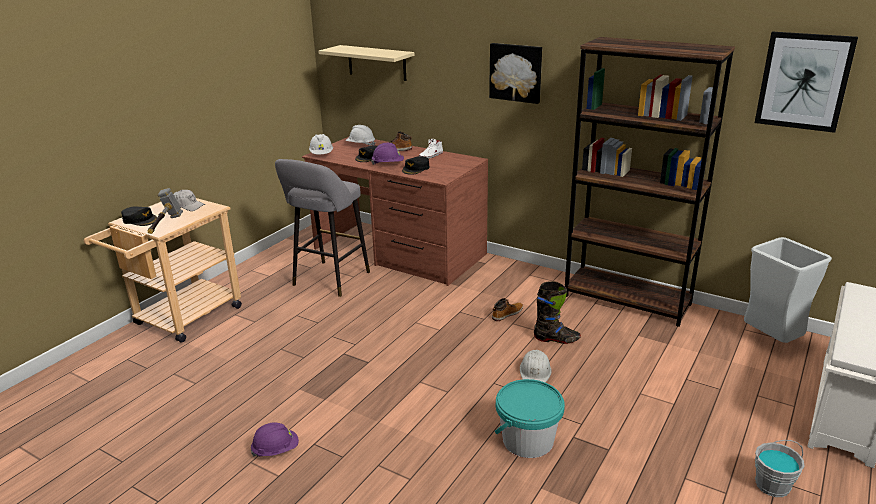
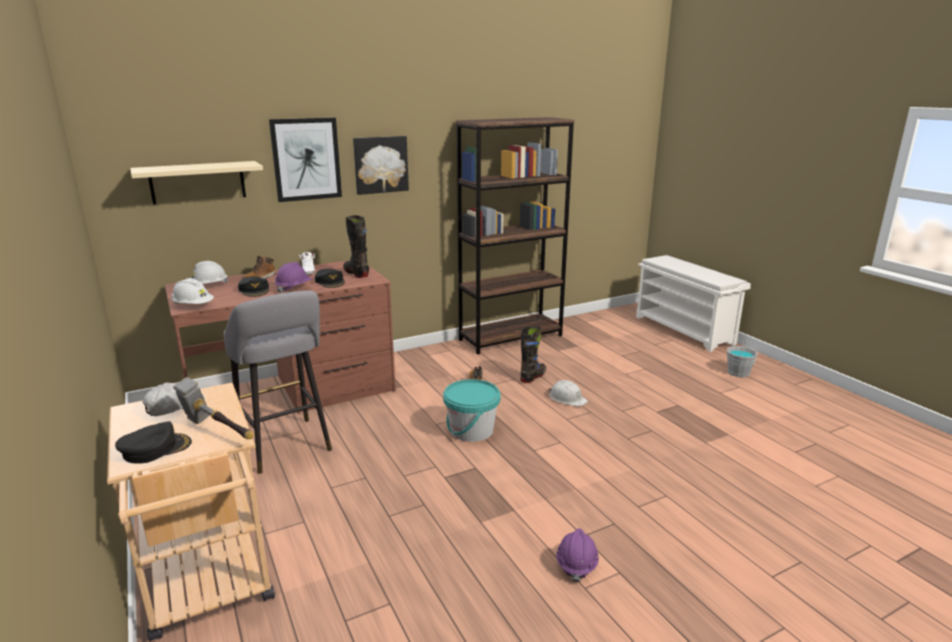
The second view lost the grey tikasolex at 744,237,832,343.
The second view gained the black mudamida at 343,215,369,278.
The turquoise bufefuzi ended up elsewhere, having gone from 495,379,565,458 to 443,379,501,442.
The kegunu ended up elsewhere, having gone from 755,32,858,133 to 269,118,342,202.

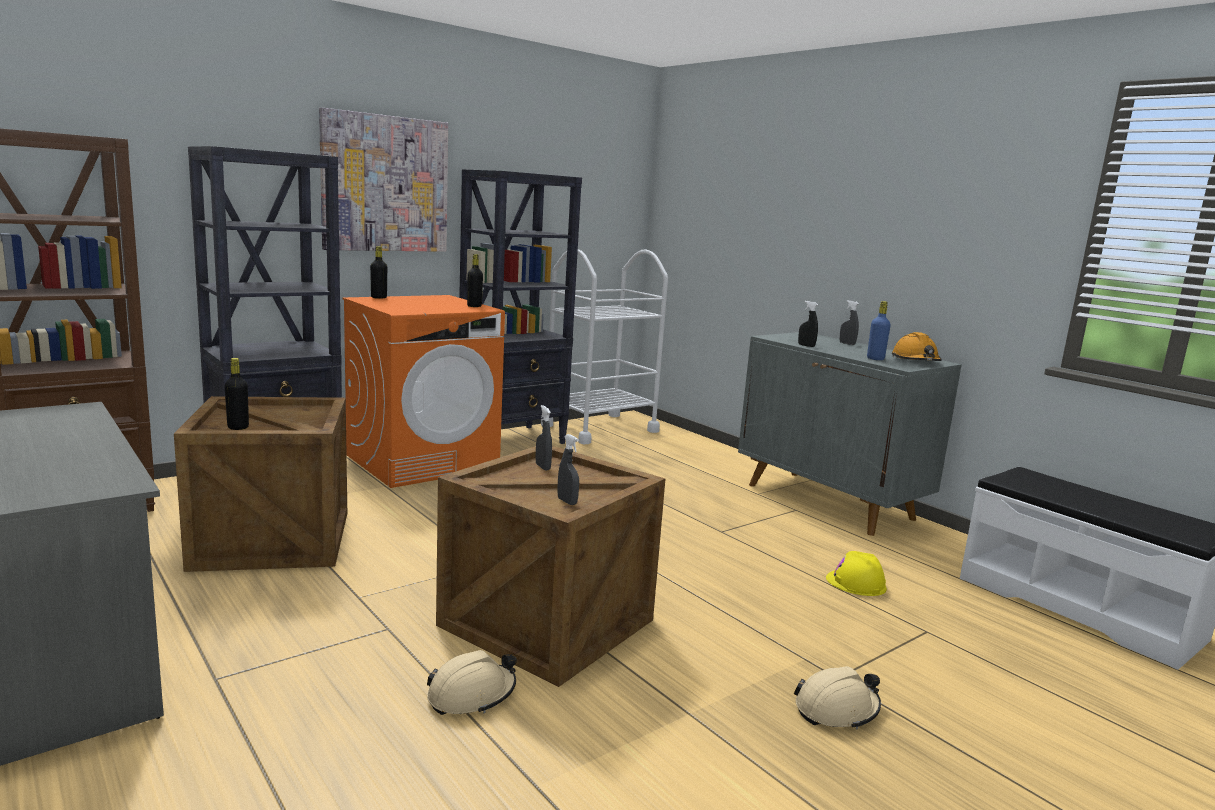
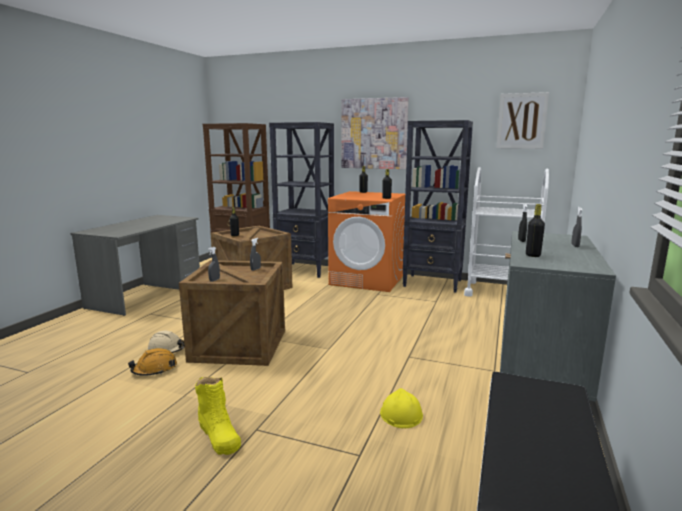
The second view gained the kegunu at 496,92,549,149.
The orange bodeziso ended up elsewhere, having gone from 892,332,942,361 to 128,348,177,376.
Where the beige bodeziso stood at 794,666,881,729, the yellow mudamida came to stand at 195,377,241,455.
What was the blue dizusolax at 867,301,891,360 turned into the black dizusolax at 526,204,545,257.

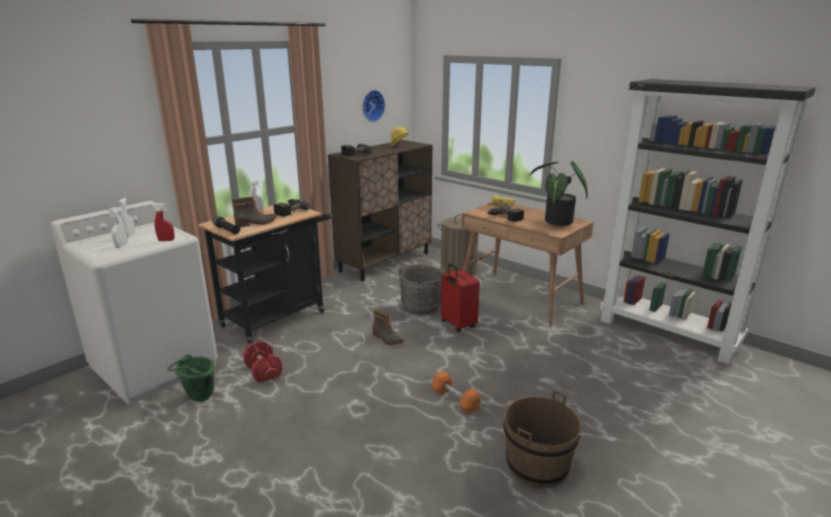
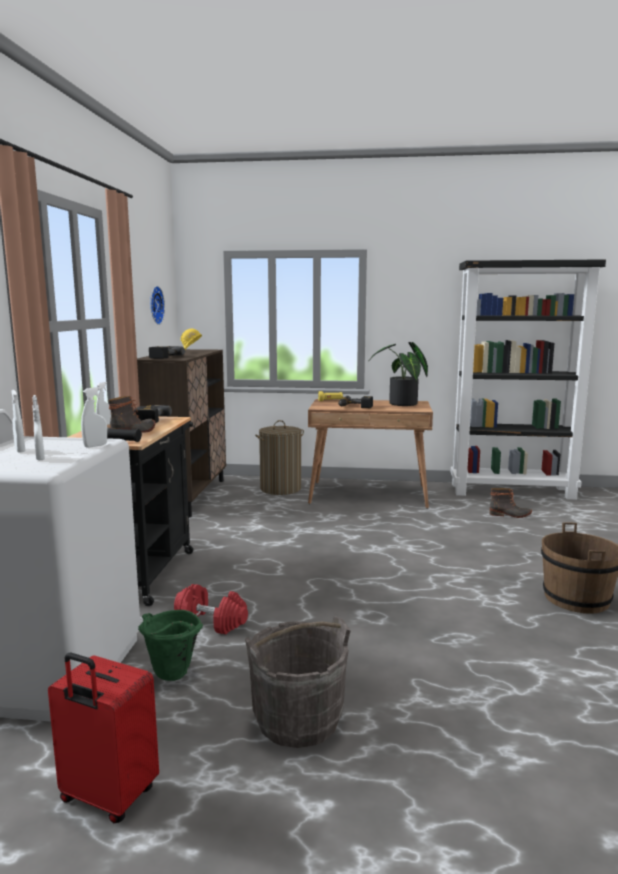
The second view lost the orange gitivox at 430,371,482,414.
The mudamida ended up elsewhere, having gone from 373,309,404,345 to 489,488,532,518.
The grey bufefuzi ended up elsewhere, having gone from 398,264,445,315 to 245,617,351,748.
The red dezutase ended up elsewhere, having gone from 441,263,480,332 to 48,653,159,823.
What was the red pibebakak at 154,203,175,241 turned into the white pibebakak at 81,387,107,448.

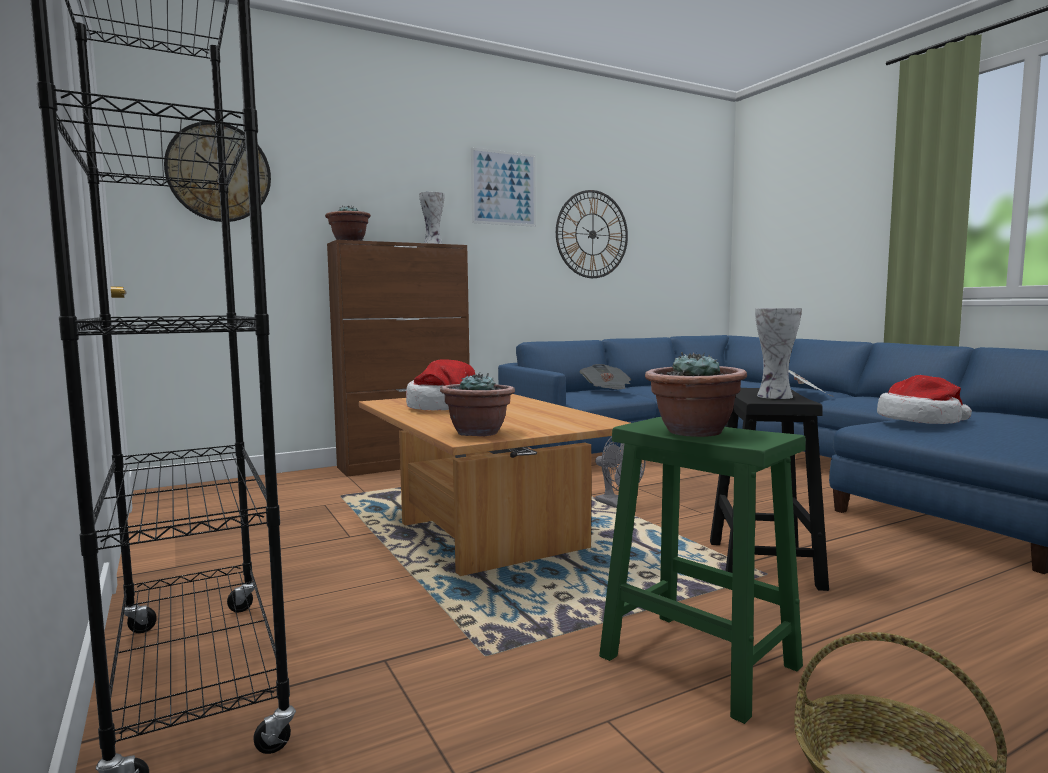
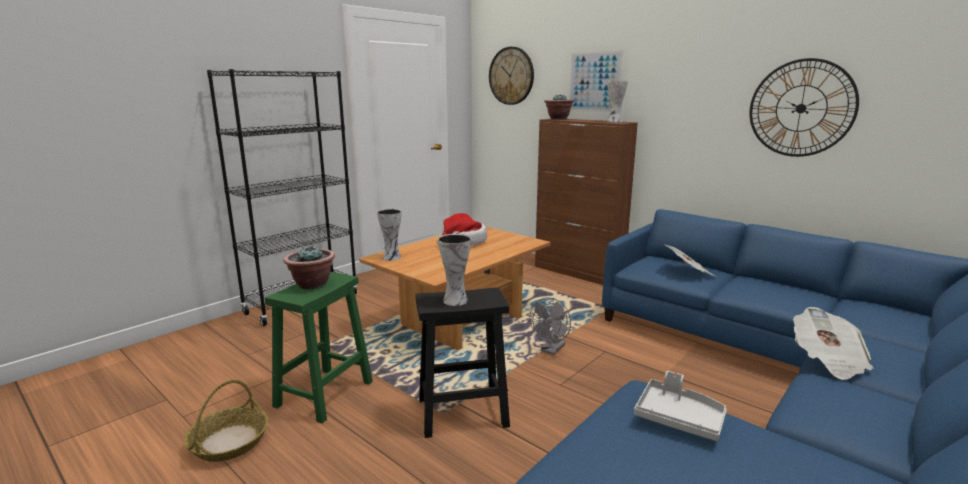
The kegunu ended up elsewhere, having gone from 471,147,536,227 to 569,51,623,112.
Where the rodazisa stood at 440,372,515,436, the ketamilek came to stand at 377,209,401,261.
Where the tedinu stood at 877,375,972,424, the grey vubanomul came to stand at 634,371,727,441.

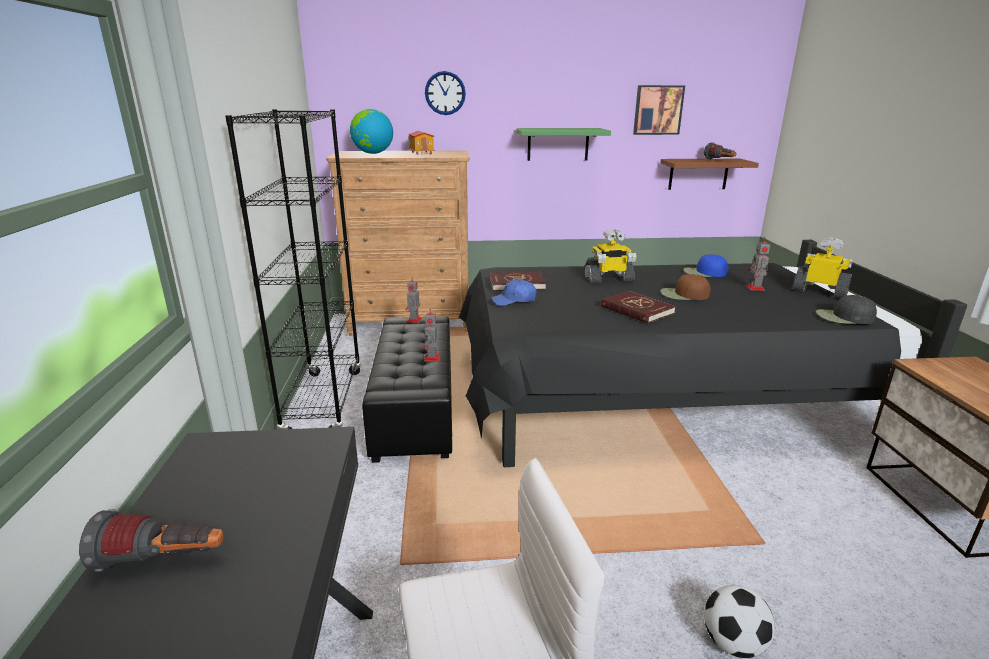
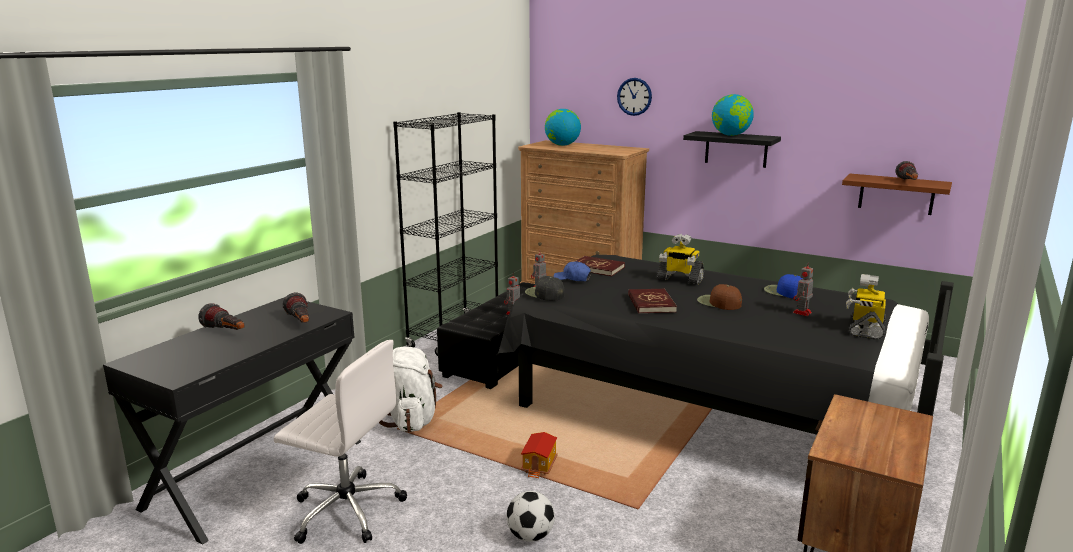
The second view lost the kegunu at 633,85,685,135.
The second view gained the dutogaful at 283,293,309,323.
The second view gained the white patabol at 379,347,443,432.
The second view gained the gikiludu at 712,94,754,136.
The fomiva ended up elsewhere, having gone from 408,131,435,155 to 521,432,558,479.
The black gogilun ended up elsewhere, having gone from 816,295,877,324 to 525,276,565,301.
What was the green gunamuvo at 516,128,611,161 turned into the black gunamuvo at 683,131,781,168.
The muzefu at 793,237,853,298 ended up facing another way, 135 degrees counterclockwise from before.

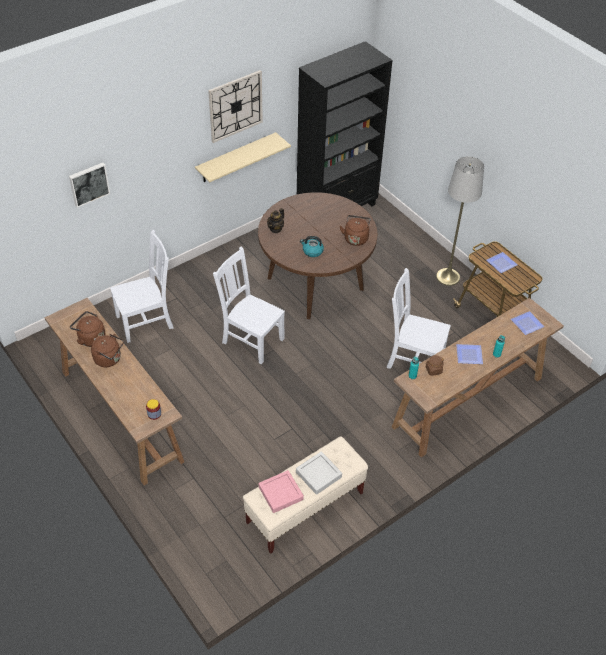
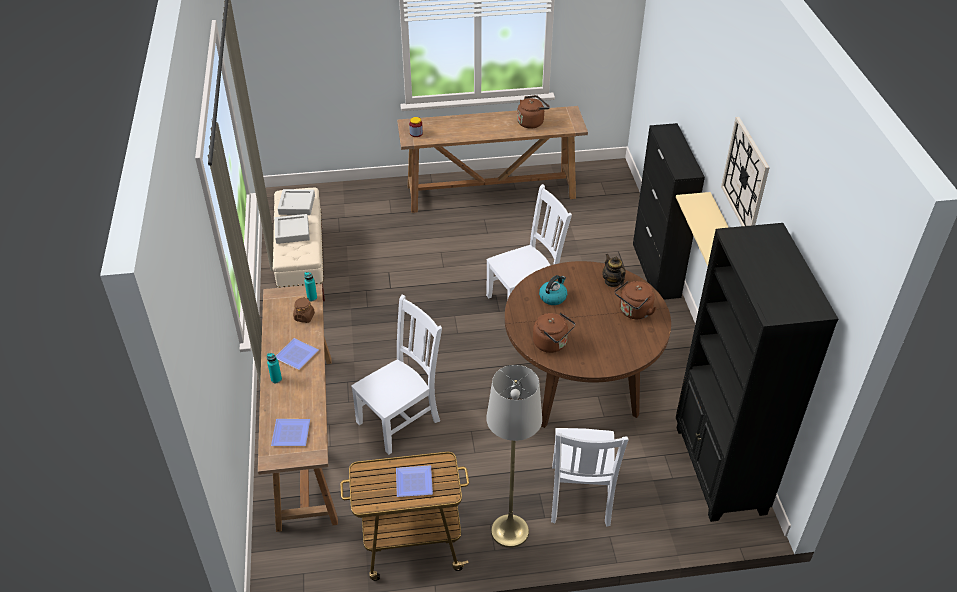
The second view lost the kegunu at 69,163,110,208.
The second view gained the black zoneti at 633,123,705,300.
The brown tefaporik ended up elsewhere, having gone from 91,334,124,367 to 615,281,656,319.
The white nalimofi ended up elsewhere, having gone from 110,230,174,343 to 551,428,629,527.
What was the pink vubanomul at 259,470,304,513 turned into the grey vubanomul at 278,189,315,215.

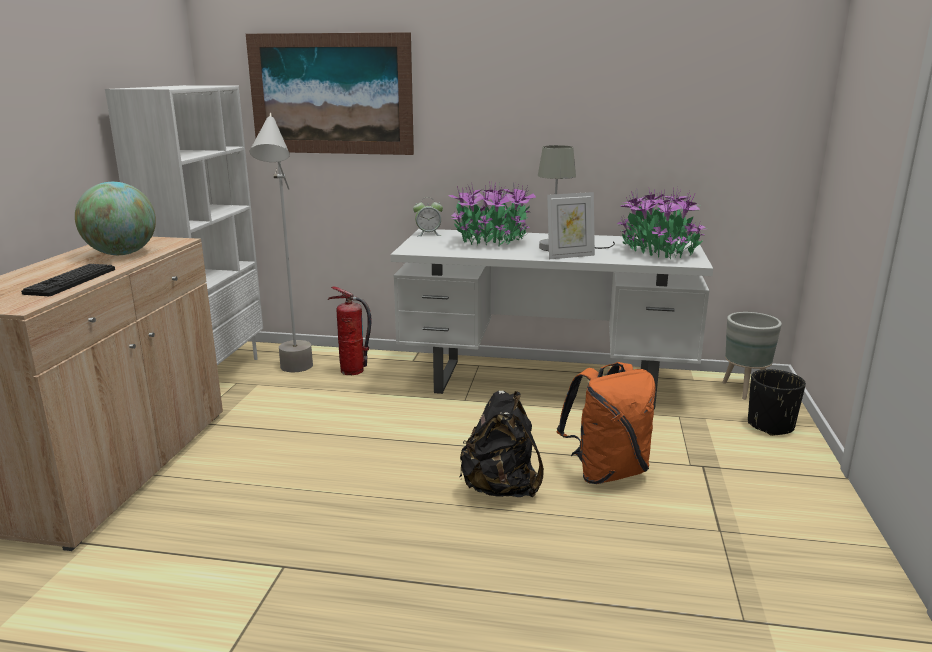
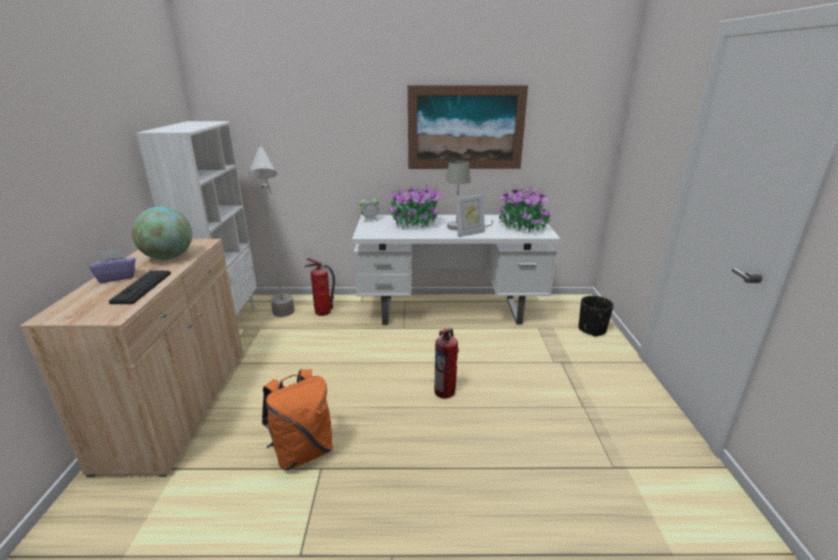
The second view lost the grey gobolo at 722,312,782,400.
The second view gained the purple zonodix at 89,249,136,283.
The kegunu ended up elsewhere, having gone from 246,32,414,155 to 408,85,528,169.
The orange patabol ended up elsewhere, having gone from 557,362,656,484 to 262,369,333,470.
Where the black patabol stood at 459,390,544,497, the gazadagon came to stand at 434,328,459,399.

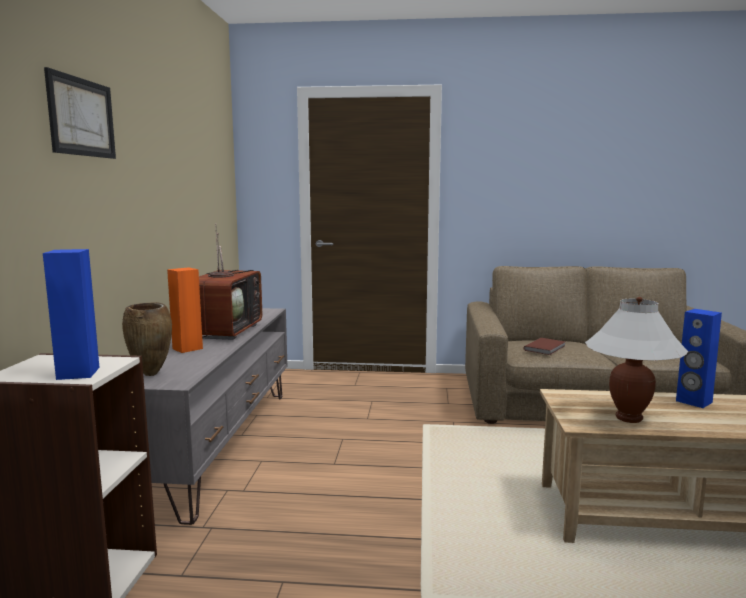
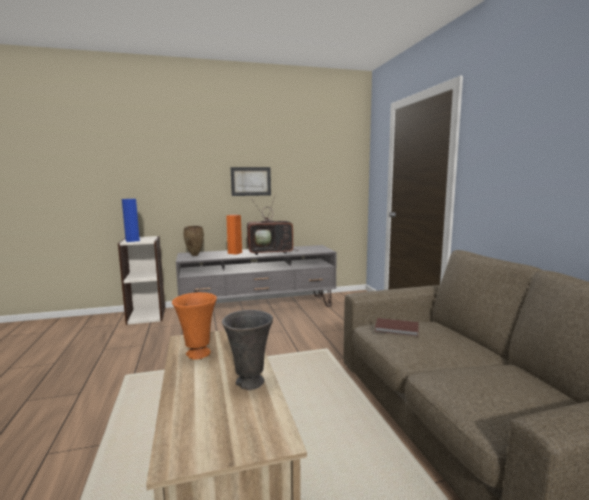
The kegunu ended up elsewhere, having gone from 44,67,116,159 to 231,167,271,196.
Where the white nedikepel stood at 585,297,688,423, the orange ketamilek came to stand at 172,292,217,360.
Where the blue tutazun stood at 676,309,722,408, the grey ketamilek came to stand at 222,310,273,390.

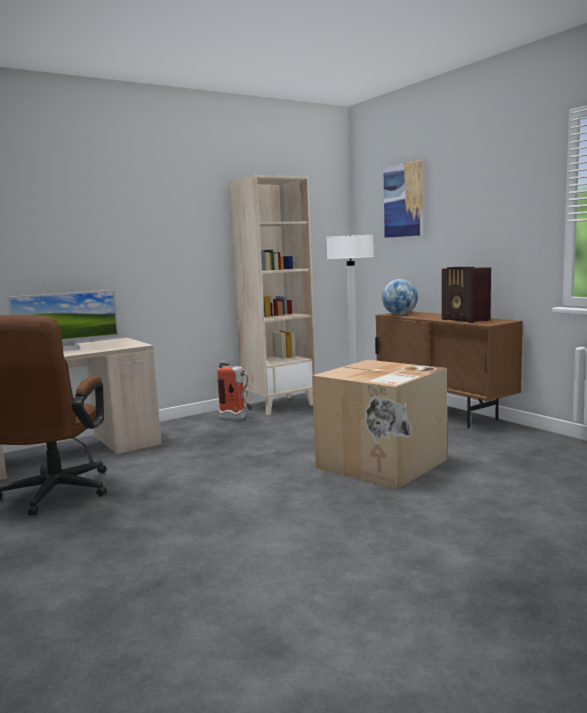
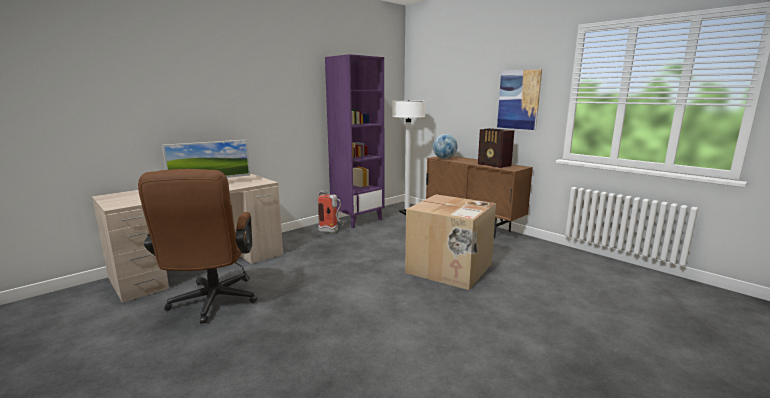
The kegunu ended up elsewhere, having gone from 383,160,423,238 to 497,69,542,130.
What was the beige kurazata at 229,175,316,415 turned into the purple kurazata at 325,54,384,228.

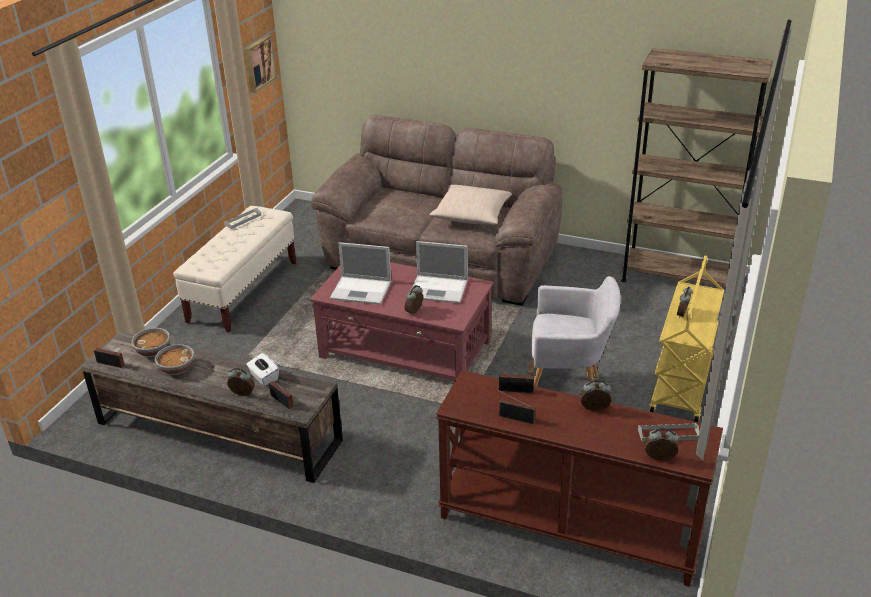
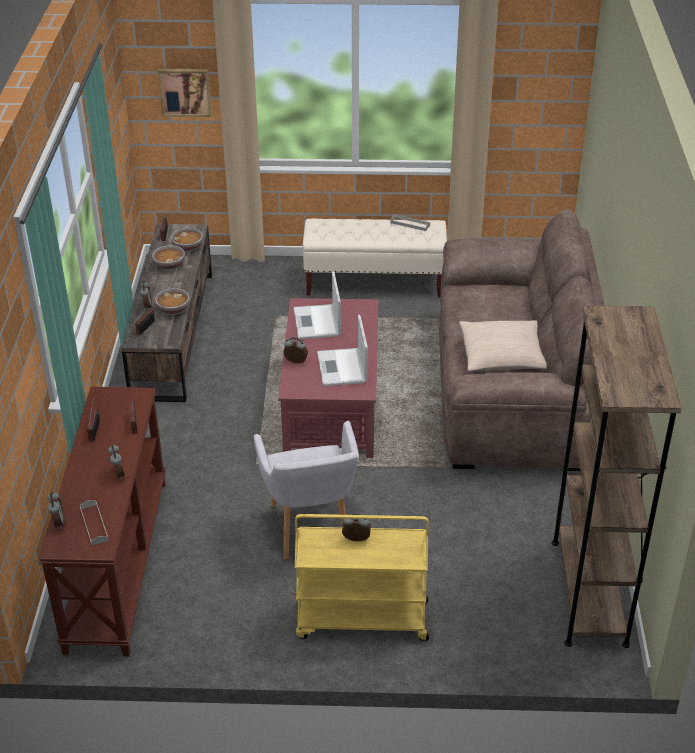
The kegunu ended up elsewhere, having gone from 245,35,277,93 to 158,69,211,117.
Where the white zonodix stood at 246,353,279,386, the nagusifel came to stand at 155,288,189,315.

